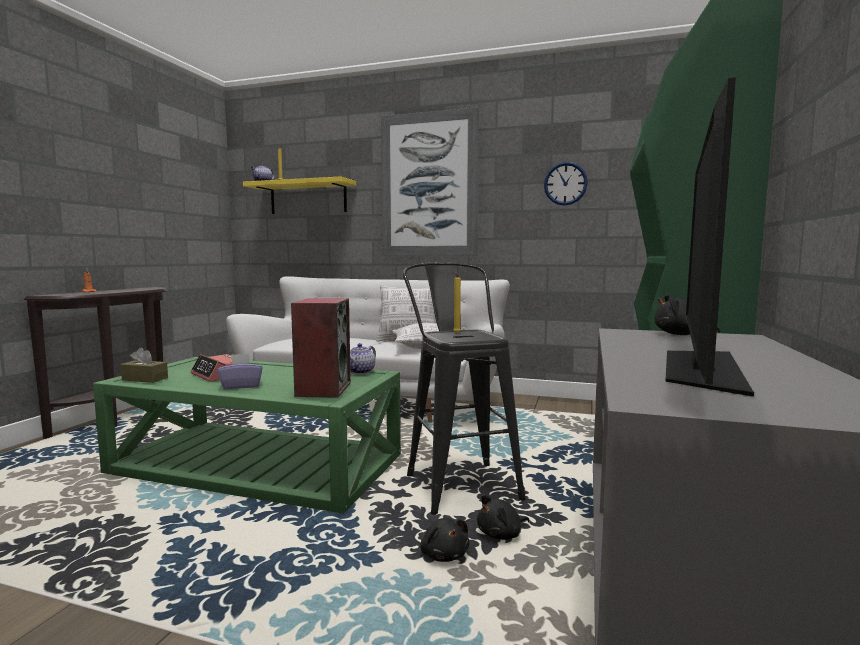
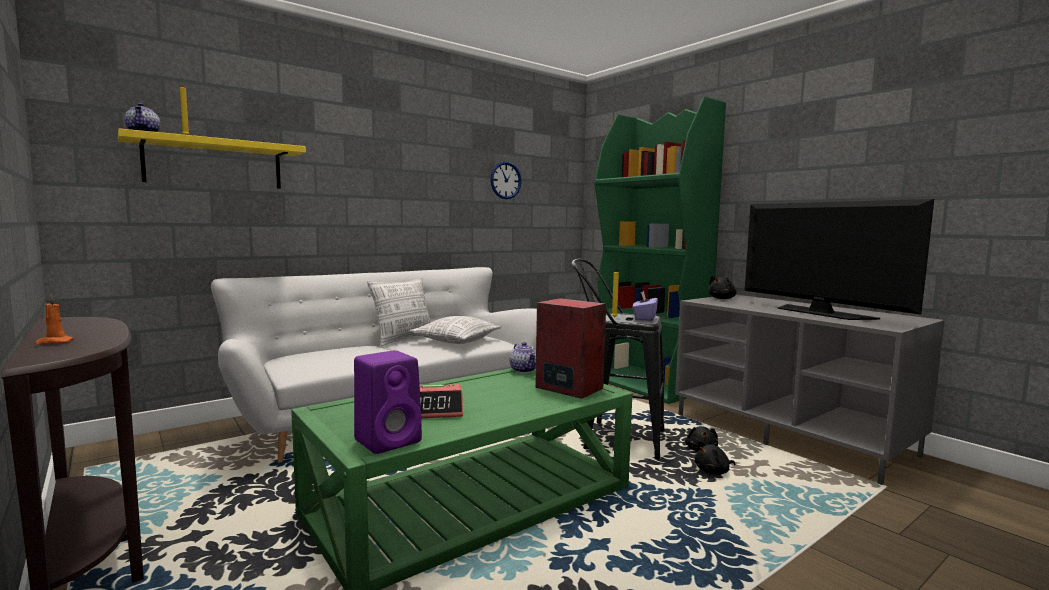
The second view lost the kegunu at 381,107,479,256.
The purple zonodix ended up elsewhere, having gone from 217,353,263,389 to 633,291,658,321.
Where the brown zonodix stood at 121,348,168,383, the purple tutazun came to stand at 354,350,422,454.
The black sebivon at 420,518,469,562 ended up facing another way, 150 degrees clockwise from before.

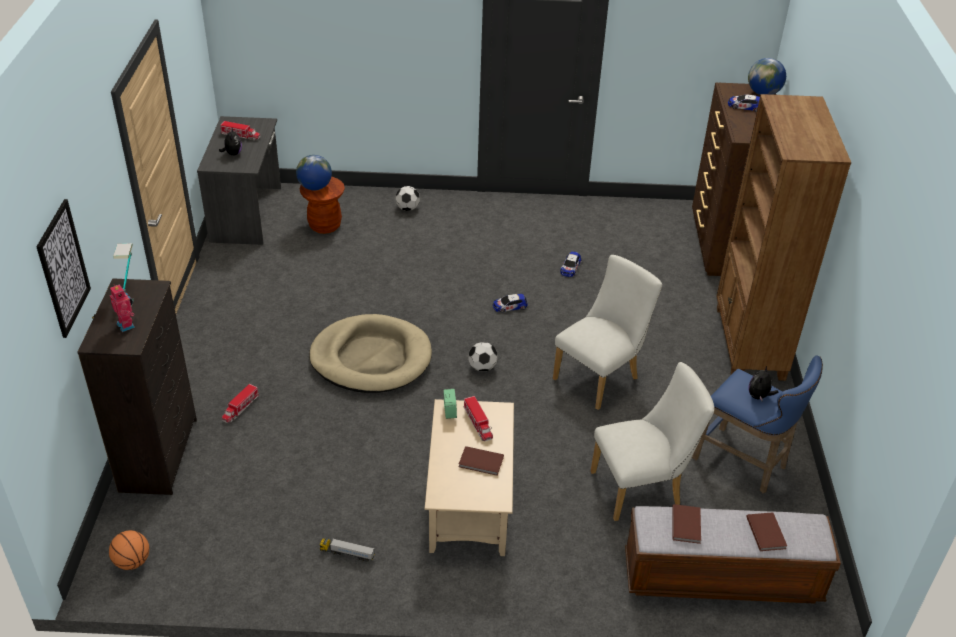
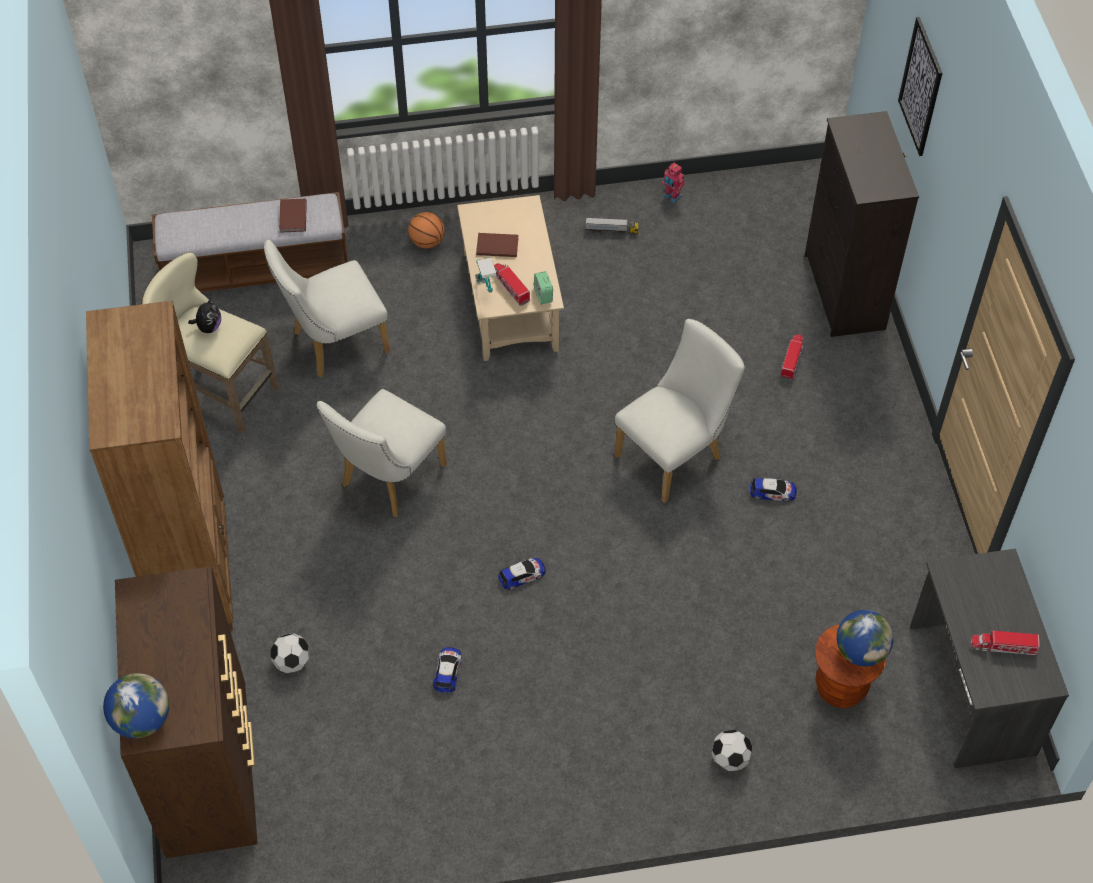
The second view lost the sebivon at 219,127,242,155.
The second view lost the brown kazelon at 746,512,787,551.
The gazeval ended up elsewhere, having gone from 109,530,149,570 to 408,212,445,249.
The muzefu ended up elsewhere, having gone from 110,284,135,332 to 661,163,685,203.
The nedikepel ended up elsewhere, having gone from 113,243,133,307 to 475,257,497,293.
The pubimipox ended up elsewhere, having gone from 468,342,498,371 to 270,633,310,673.
The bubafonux ended up elsewhere, having gone from 728,94,760,112 to 750,478,797,502.
Where the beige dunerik stood at 309,314,432,393, the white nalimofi came to stand at 615,319,745,503.
What was the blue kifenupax at 692,355,823,493 turned into the beige kifenupax at 141,252,279,434.

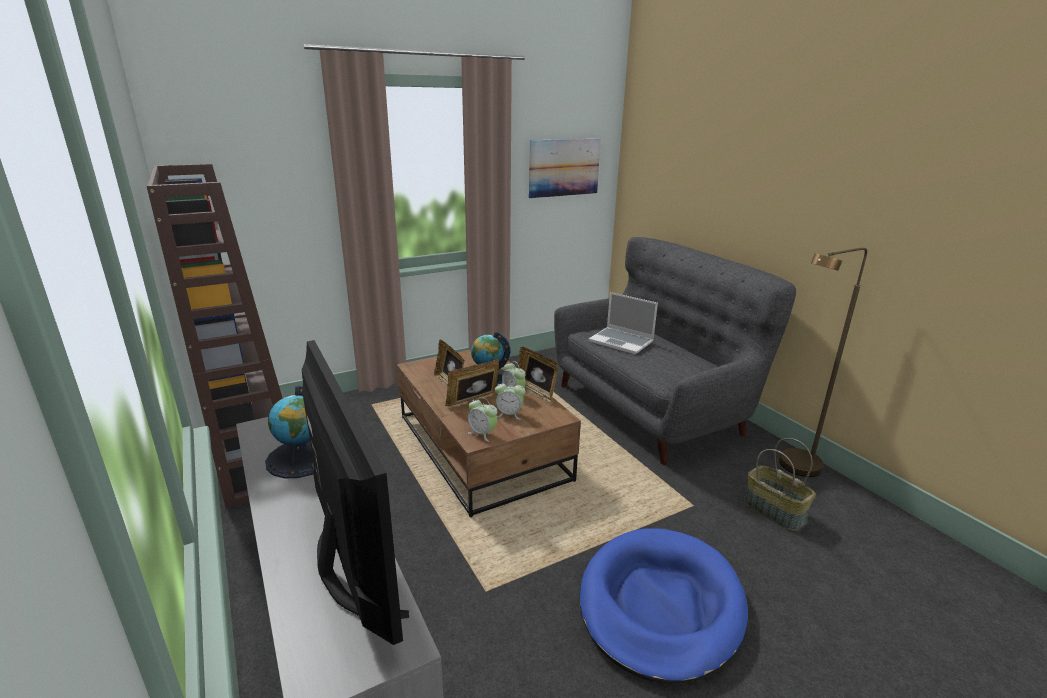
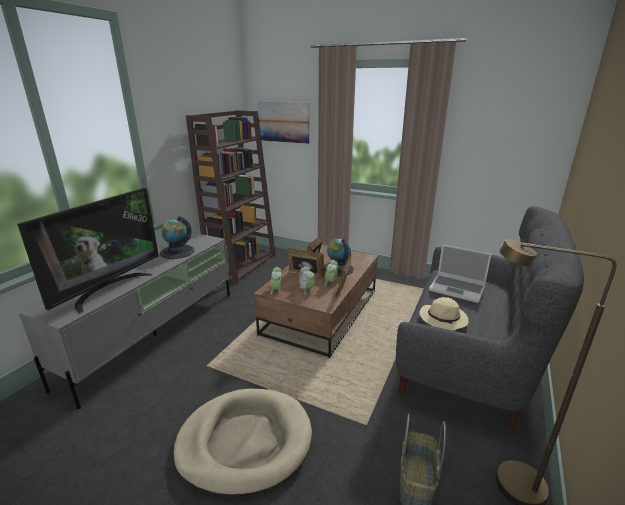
The second view gained the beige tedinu at 419,297,469,330.
The kegunu ended up elsewhere, having gone from 529,139,601,198 to 258,102,309,144.
What was the blue dunerik at 580,528,748,684 turned into the beige dunerik at 173,389,312,497.
The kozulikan at 589,292,658,354 ended up facing another way, 60 degrees counterclockwise from before.

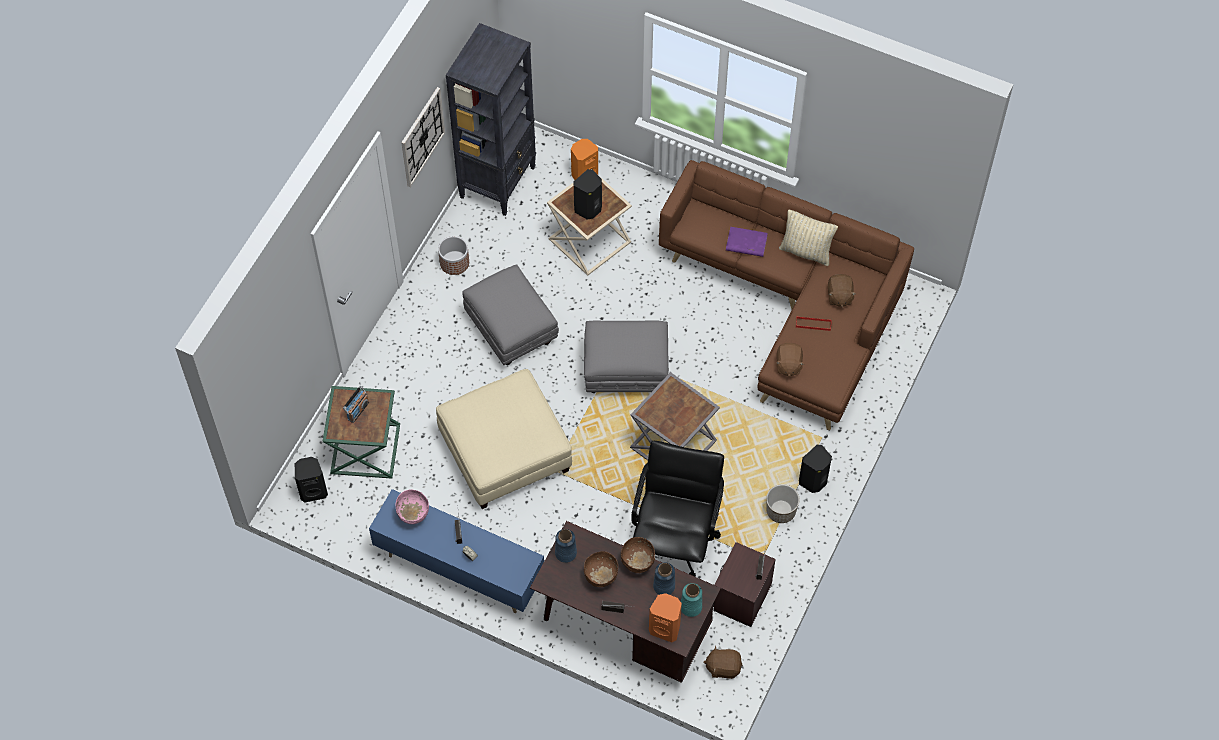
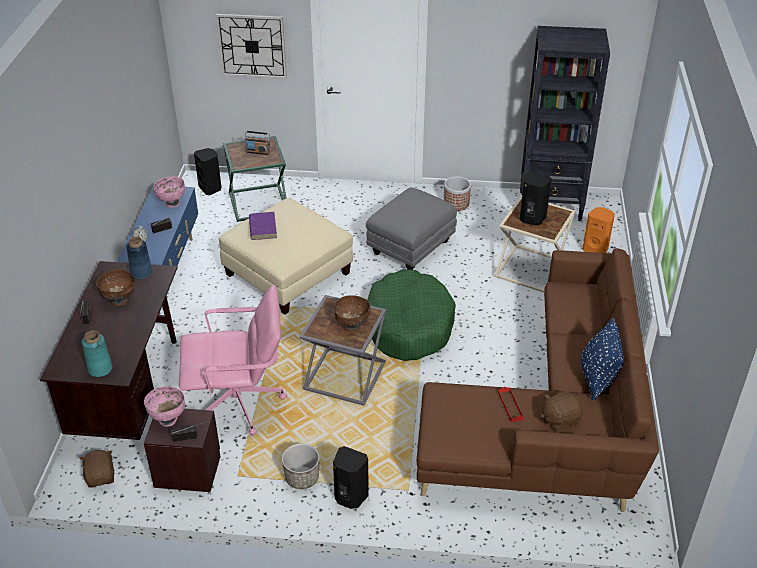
The second view lost the orange tutazun at 649,593,682,642.
The second view lost the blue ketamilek at 653,563,675,595.
The second view lost the brown sebivon at 776,343,804,377.
The second view gained the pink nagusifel at 144,386,185,427.
The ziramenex ended up elsewhere, having gone from 401,87,445,188 to 216,14,287,79.
The brown nagusifel ended up elsewhere, having gone from 621,537,655,573 to 334,295,370,332.
The purple kazelon ended up elsewhere, having gone from 726,227,768,257 to 249,212,277,240.
Where the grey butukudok stood at 584,320,669,393, the green dunerik came to stand at 367,269,456,361.
What was the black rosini at 631,441,724,577 turned into the pink rosini at 179,285,287,435.
What was the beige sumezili at 779,210,838,266 turned into the blue sumezili at 581,318,624,400.

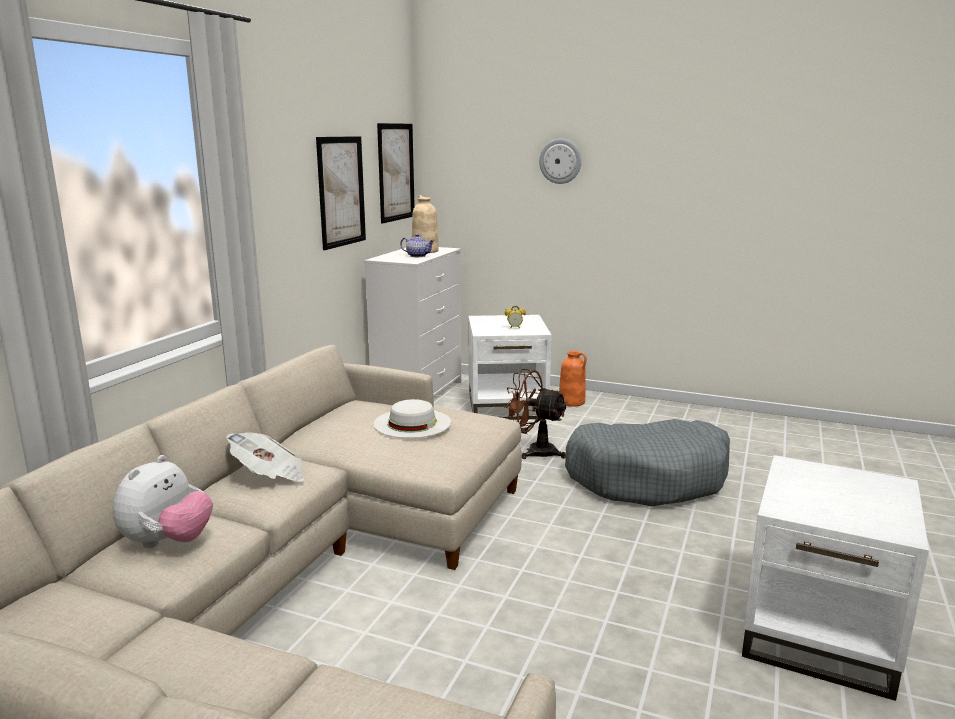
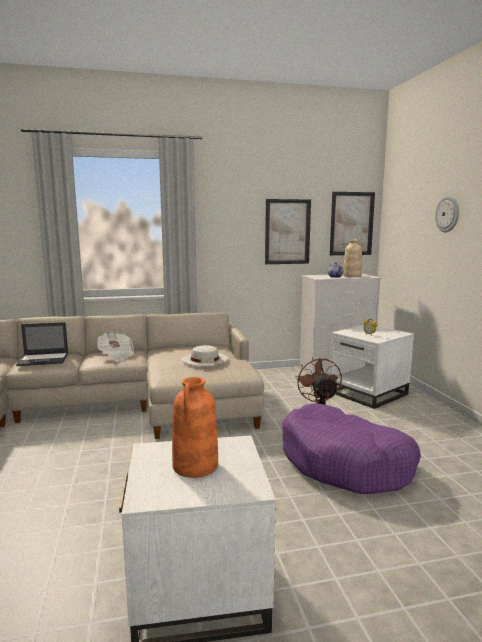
The orange ketamilek ended up elsewhere, having gone from 559,351,587,407 to 172,377,218,478.
Where the sebivon stood at 113,455,213,548, the kozulikan came to stand at 16,322,68,366.
What was the grey dunerik at 565,419,730,507 turned into the purple dunerik at 282,403,421,494.

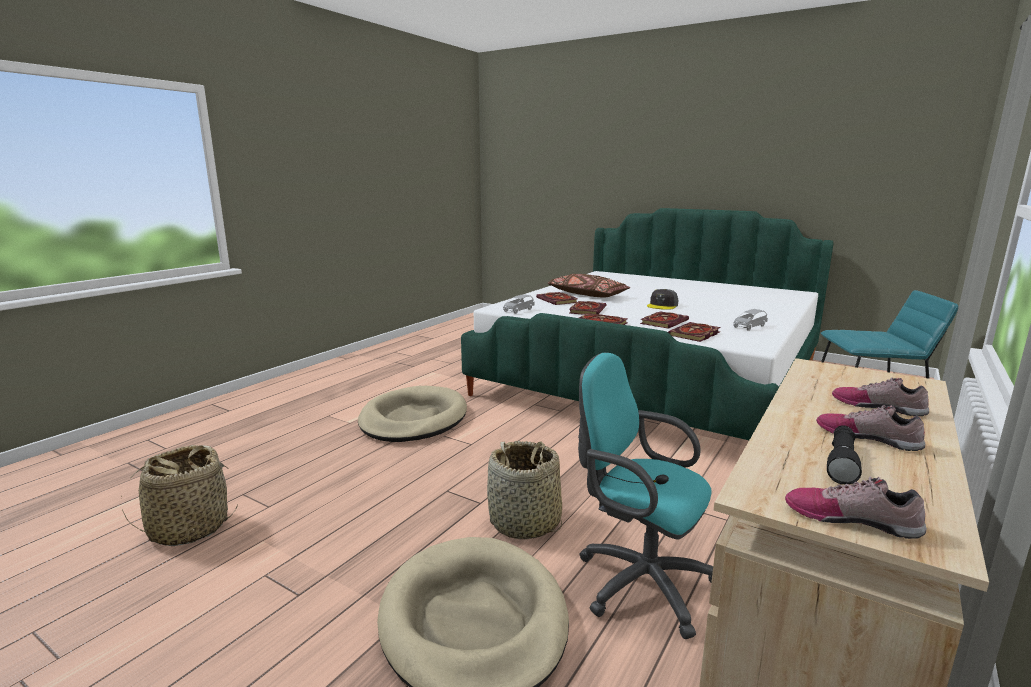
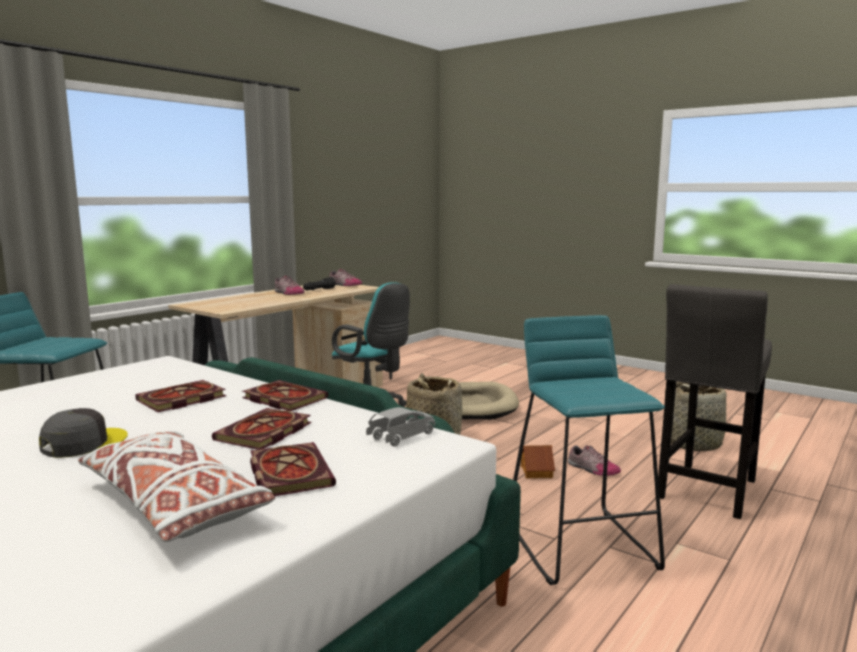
The second view lost the kazelon at 668,322,721,342.
The second view lost the grey bubafonux at 733,309,768,331.
The second view gained the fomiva at 521,445,555,478.
The second view gained the grey kifenupax at 658,284,772,519.
The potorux ended up elsewhere, having gone from 832,377,929,416 to 568,445,621,476.
Where the beige dunerik stood at 358,386,467,442, the turquoise kifenupax came to stand at 513,315,665,585.
What was the brown sumezili at 548,274,630,298 turned into the white sumezili at 78,431,275,542.

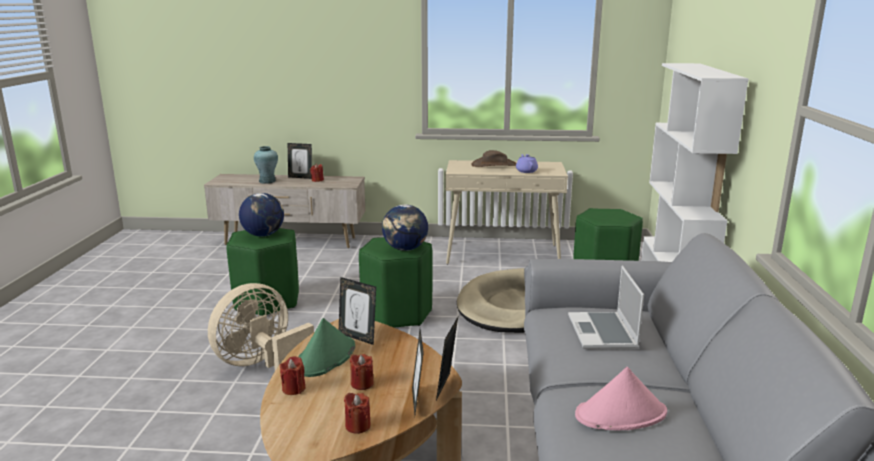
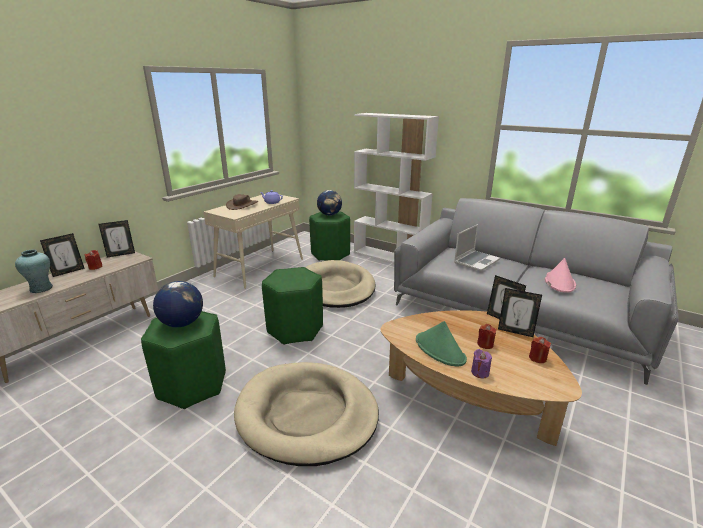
The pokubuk ended up elsewhere, having gone from 339,277,376,345 to 99,220,135,258.
The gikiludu ended up elsewhere, having gone from 382,204,428,251 to 317,190,342,216.
Where the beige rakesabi stood at 208,283,314,371, the beige dunerik came to stand at 234,362,379,466.
What was the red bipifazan at 280,356,306,395 turned into the purple bipifazan at 471,349,492,378.
The kozulikan at 568,266,644,349 ended up facing another way, 75 degrees counterclockwise from before.

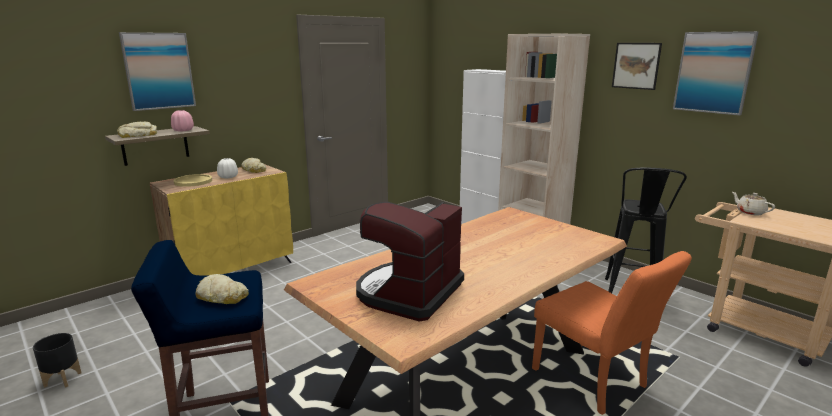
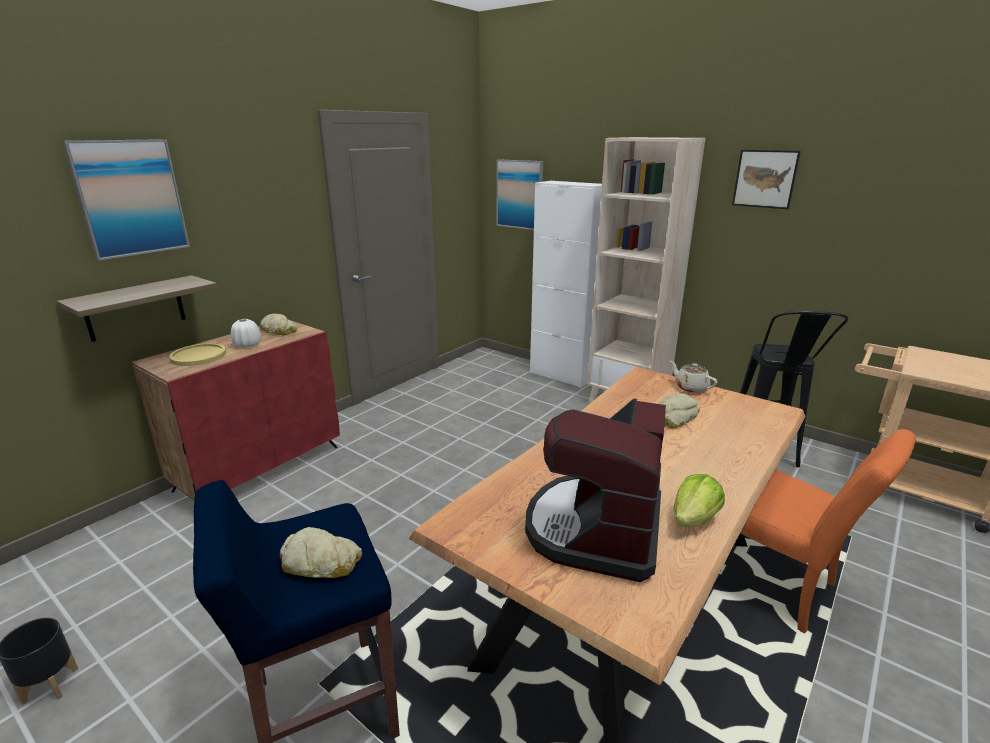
The second view lost the pink ketamilek at 171,110,194,131.
The second view gained the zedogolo at 673,474,725,528.
The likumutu ended up elsewhere, having gone from 117,122,157,138 to 658,393,700,429.
The kegunu ended up elsewhere, having gone from 673,31,759,115 to 497,159,543,230.
The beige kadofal ended up elsewhere, having gone from 732,192,775,215 to 670,361,717,393.
What was the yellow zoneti at 150,165,293,276 turned into the red zoneti at 132,321,340,501.

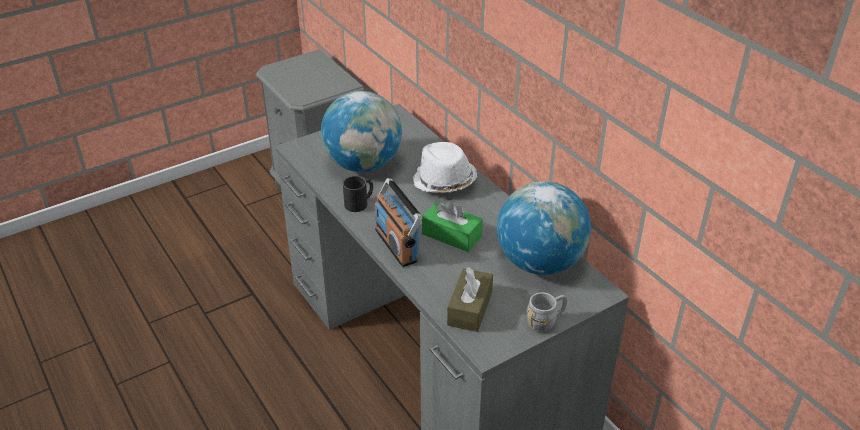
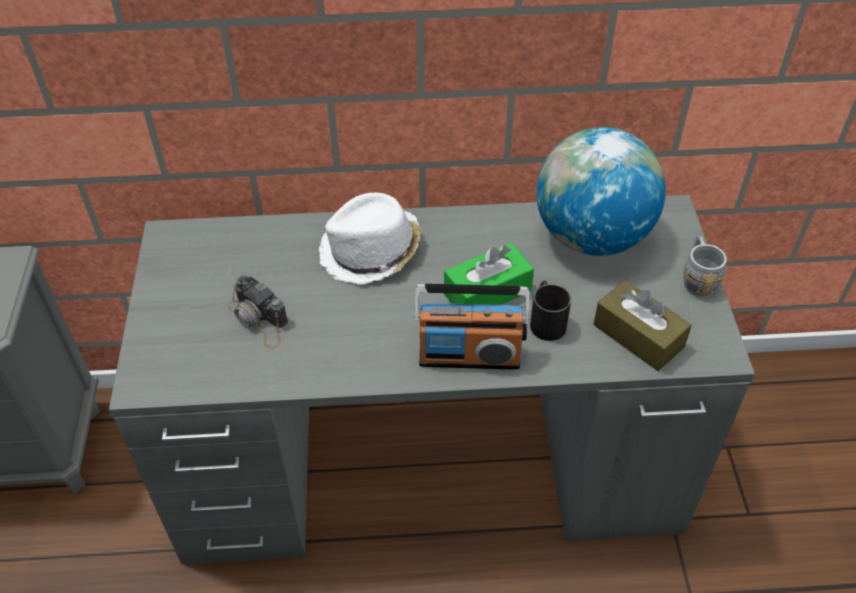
The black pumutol ended up elsewhere, having gone from 343,176,373,212 to 530,281,571,341.
Where the gikiludu stood at 321,91,402,172, the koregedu came to stand at 228,275,288,349.

